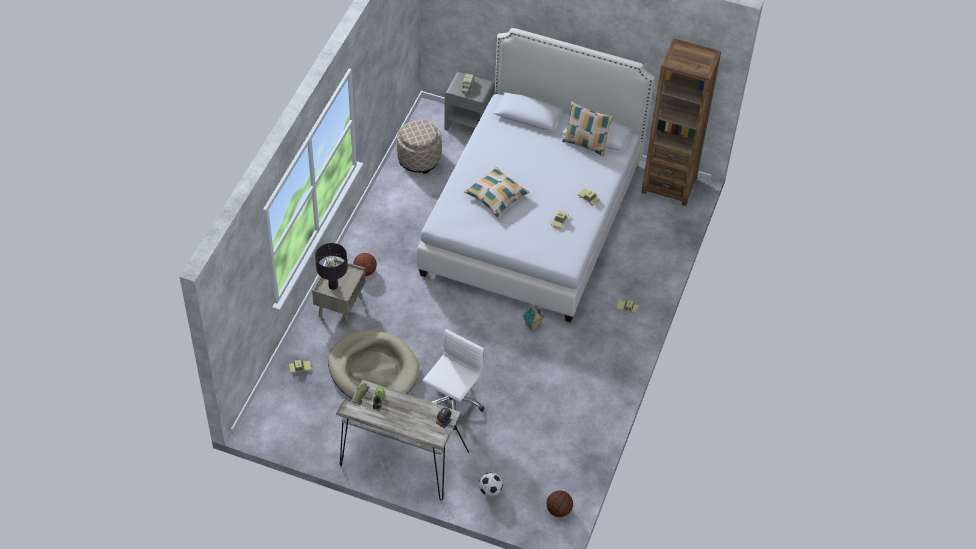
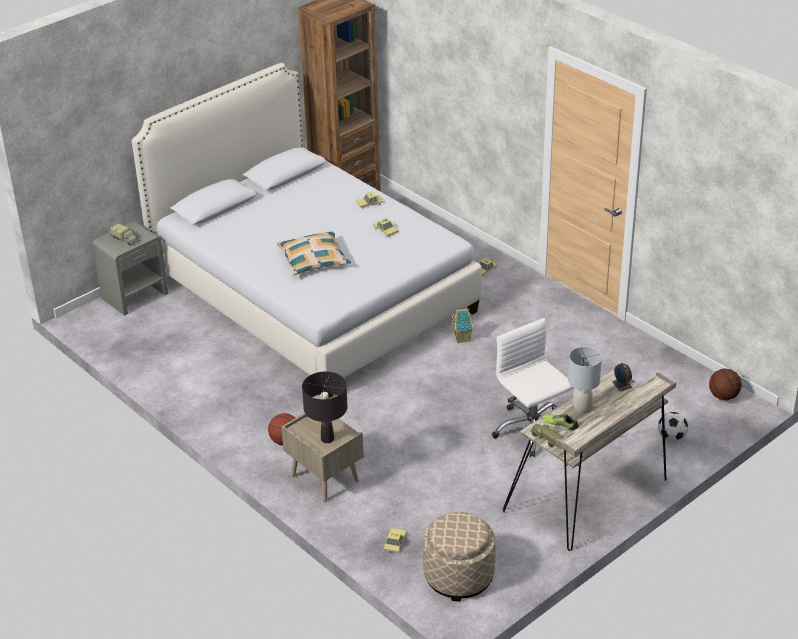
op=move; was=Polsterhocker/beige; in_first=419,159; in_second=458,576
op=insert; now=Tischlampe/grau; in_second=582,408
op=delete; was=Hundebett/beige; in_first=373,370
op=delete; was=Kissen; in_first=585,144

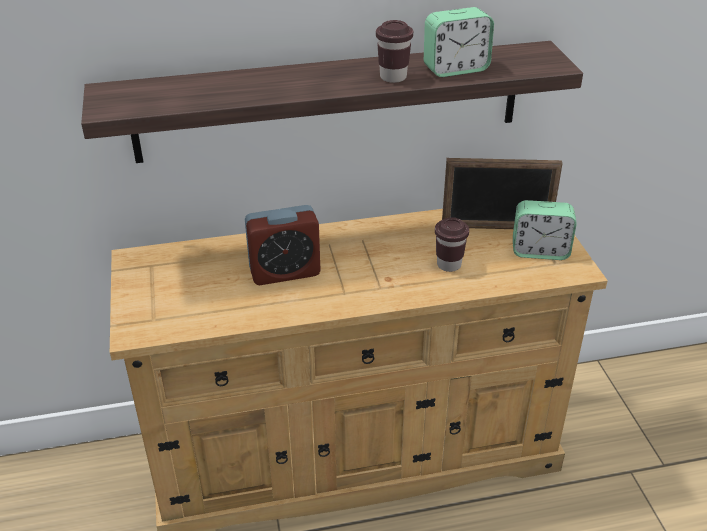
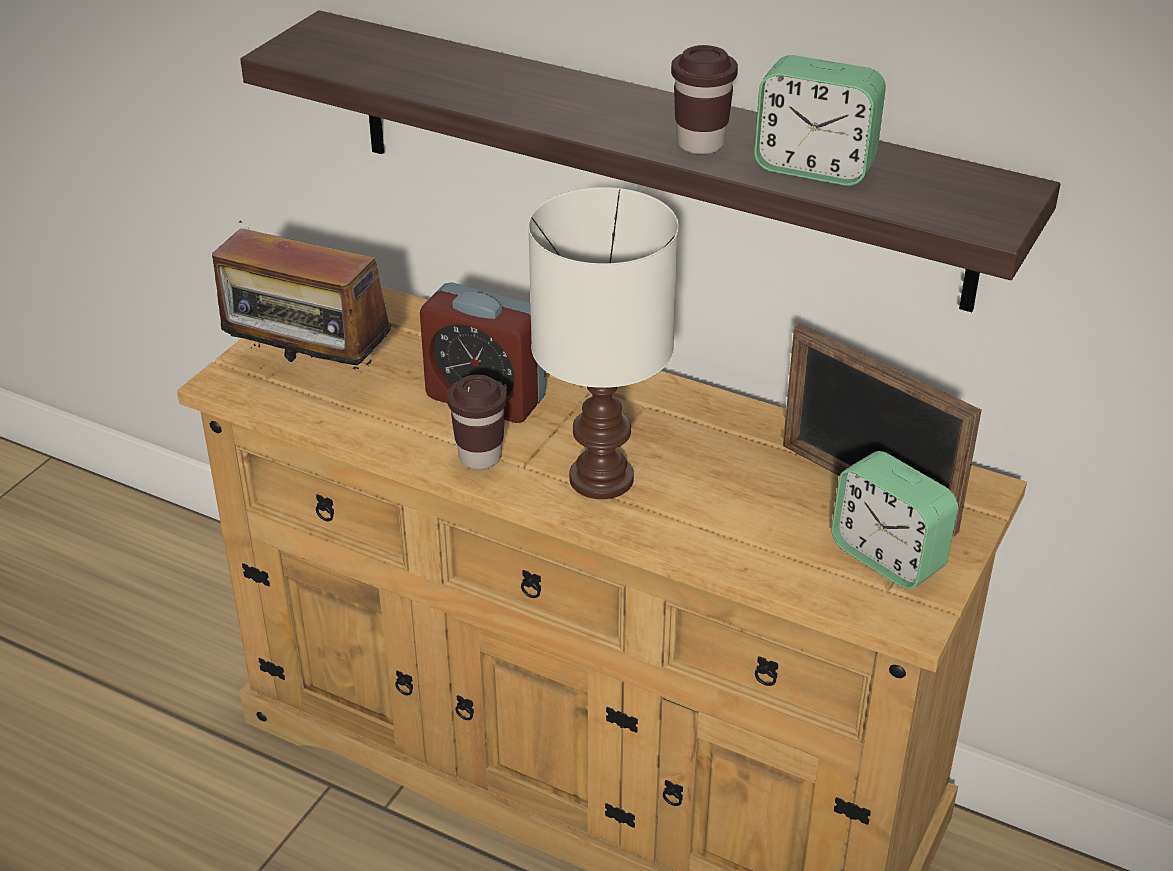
op=insert; now=Radio; in_second=309,374
op=move; was=Tasse/braun; in_first=449,265; in_second=480,457
op=insert; now=Tischlampe/weiß; in_second=599,477

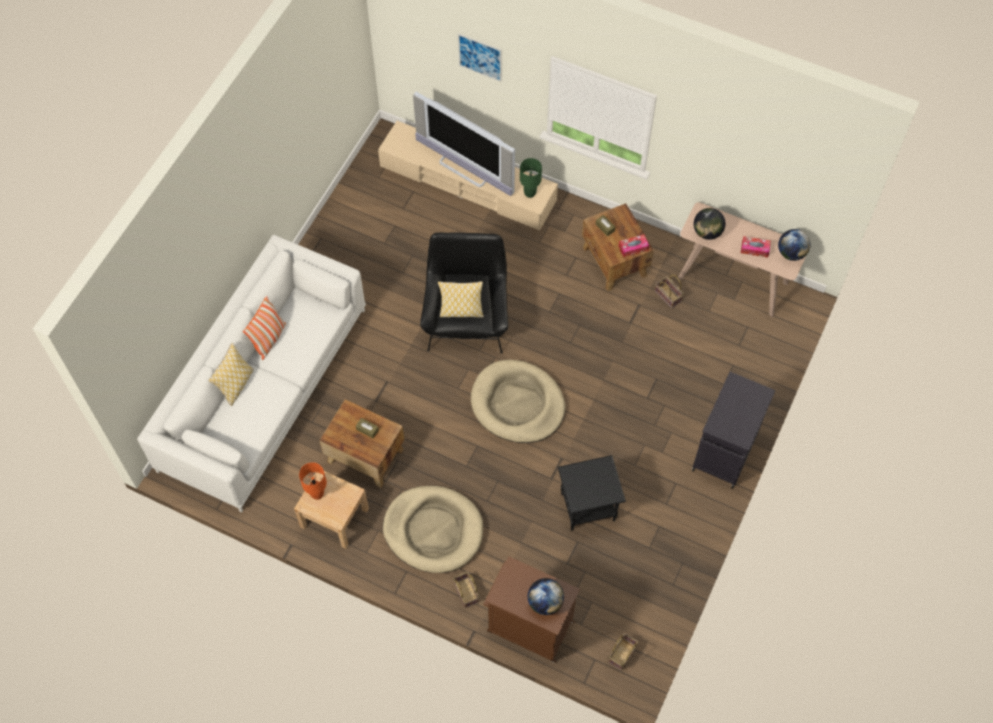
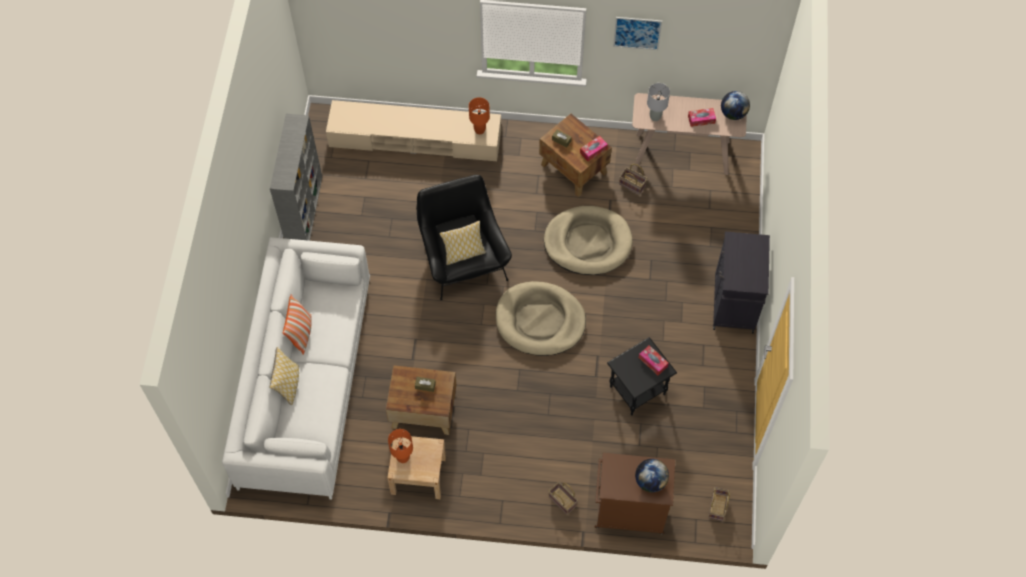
op=insert; now=Bücherregal/grau; in_second=304,210
op=recolor; was=Tischlampe/grün; now=Tischlampe/orange; in_first=530,193; in_second=480,130
op=move; was=Hundebett/beige; in_first=433,530; in_second=588,242
op=move; was=Bild; in_first=480,57; in_second=637,33
op=insert; now=Taschentuchbox; in_second=653,362
op=replace; was=Globus; now=Tischlampe/grau; in_first=707,232; in_second=655,117
op=delete; was=Fernseher; in_first=466,168

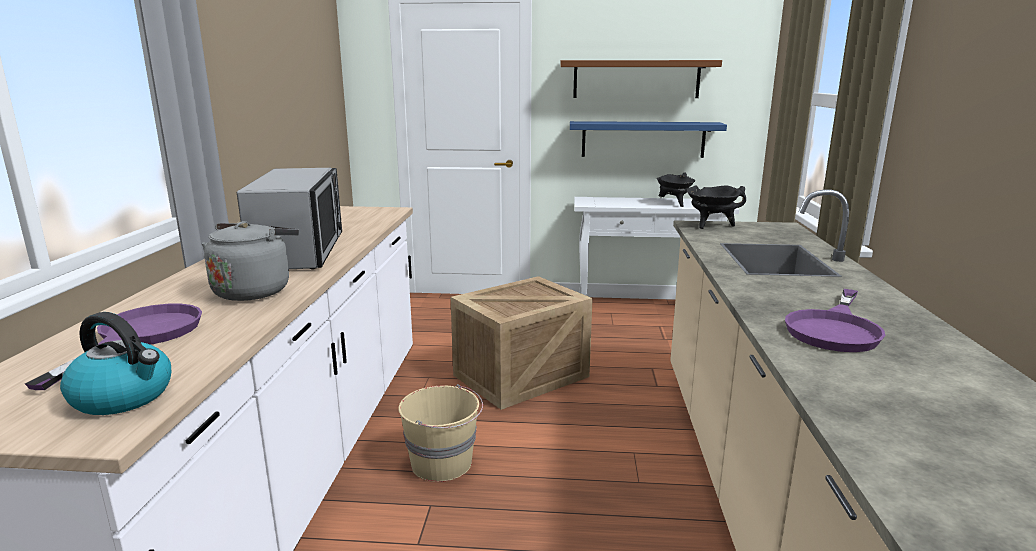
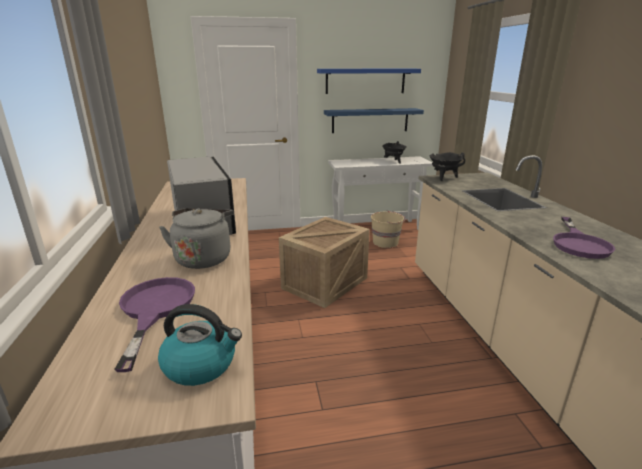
op=recolor; was=Wandregal/braun; now=Wandregal/blau; in_first=636,79; in_second=365,81
op=move; was=Eimer/beige; in_first=443,463; in_second=386,242

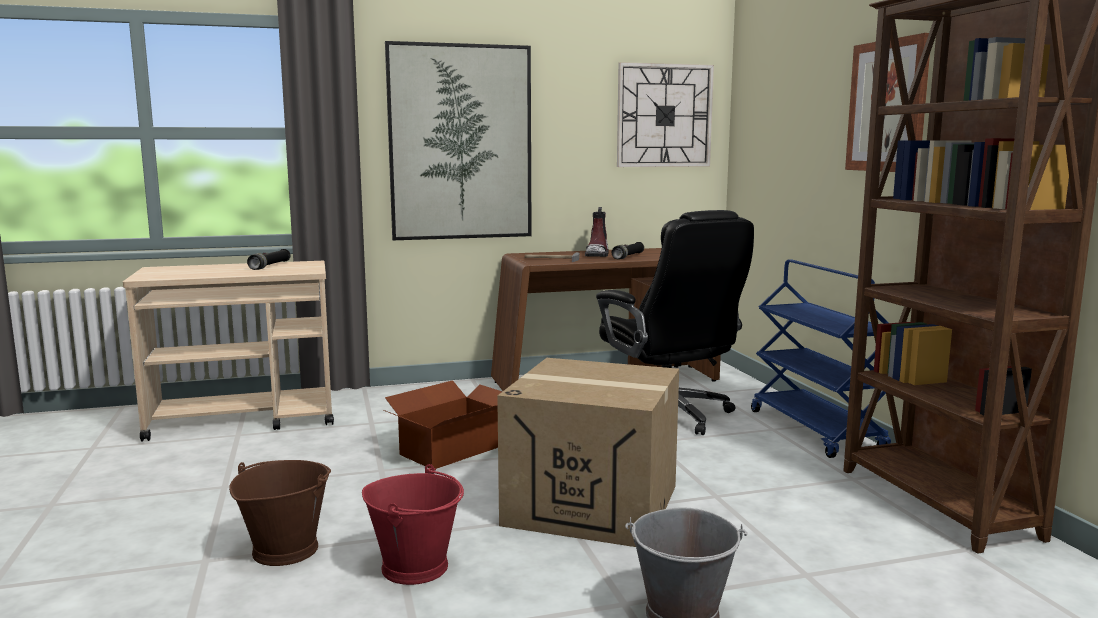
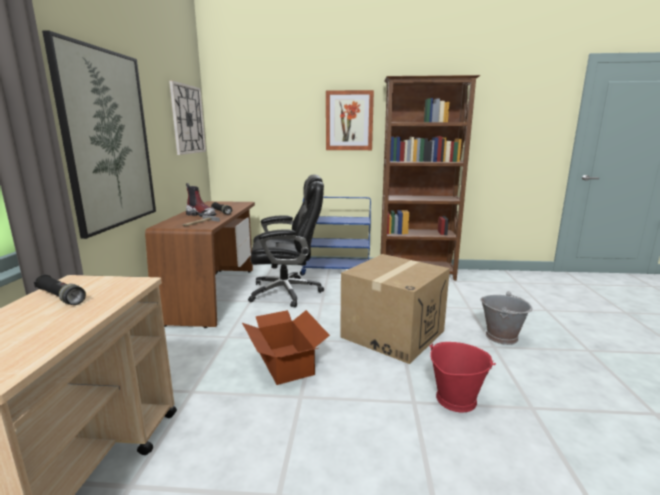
op=delete; was=Eimer/braun; in_first=285,549

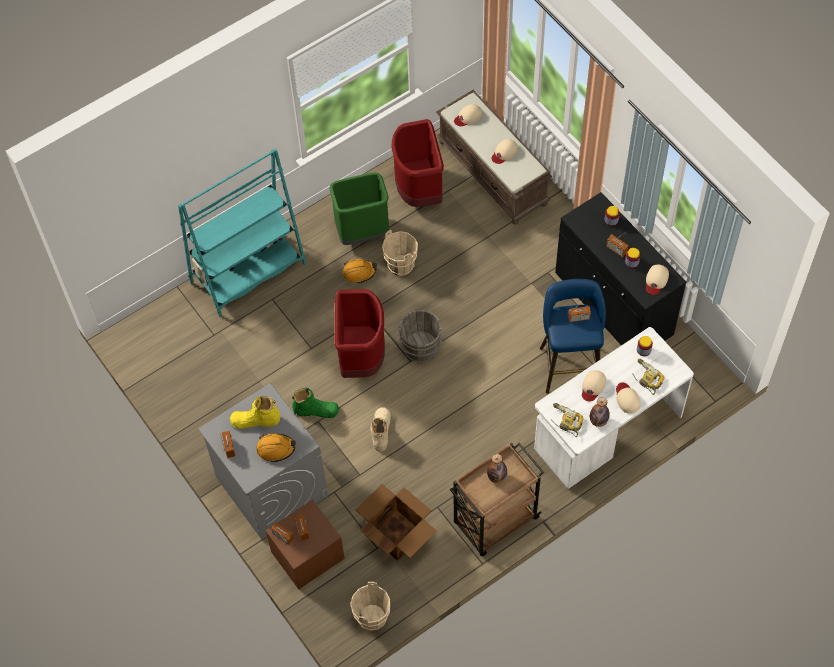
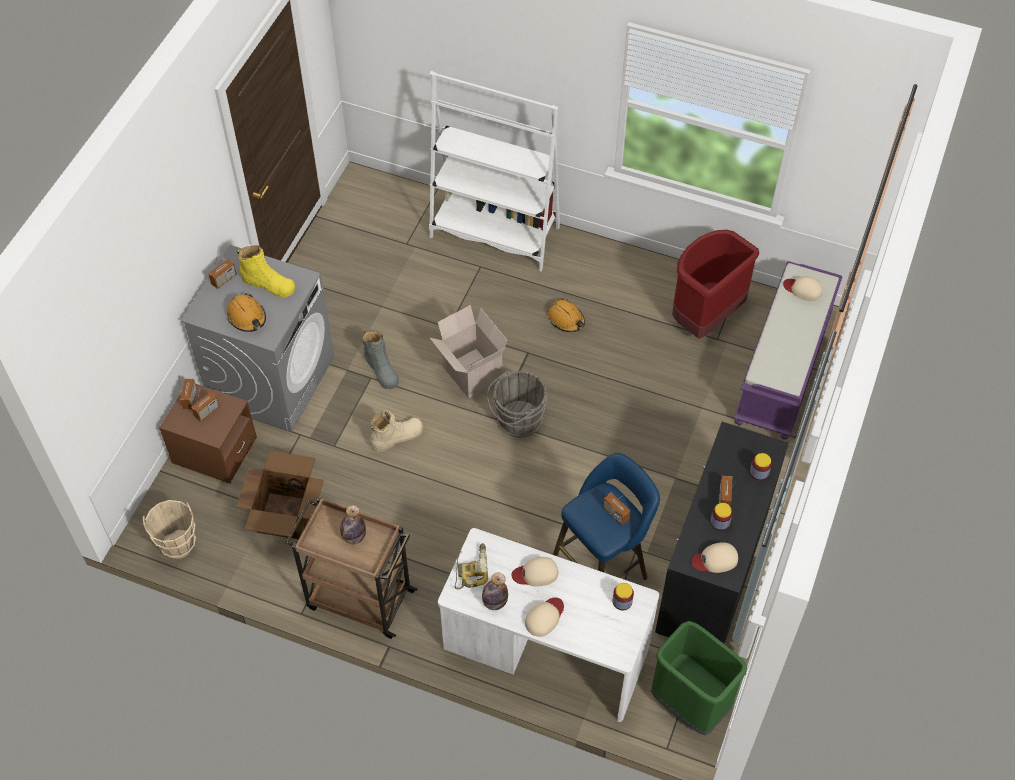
op=rotate; was=Stiefel/gelb; in_first=255,420; in_second=268,284; clockwise=150
op=recolor; was=Stiefel/grün; now=Stiefel/grau; in_first=316,410; in_second=381,369
op=recolor; was=Bücherregal/türkis; now=Bücherregal/weiß; in_first=248,273; in_second=495,232
op=replace; was=Mülleimer/rot; now=Karton; in_first=361,356; in_second=470,373
op=move; was=Mülleimer/grün; in_first=362,233; in_second=689,703
op=recolor; was=Bank/braun; now=Bank/lila; in_first=493,173; in_second=783,370
op=delete; was=Eimer/beige; in_first=401,265
op=delete; was=Kappe/beige; in_first=504,152
op=delete; was=Bohrmaschine; in_first=646,378

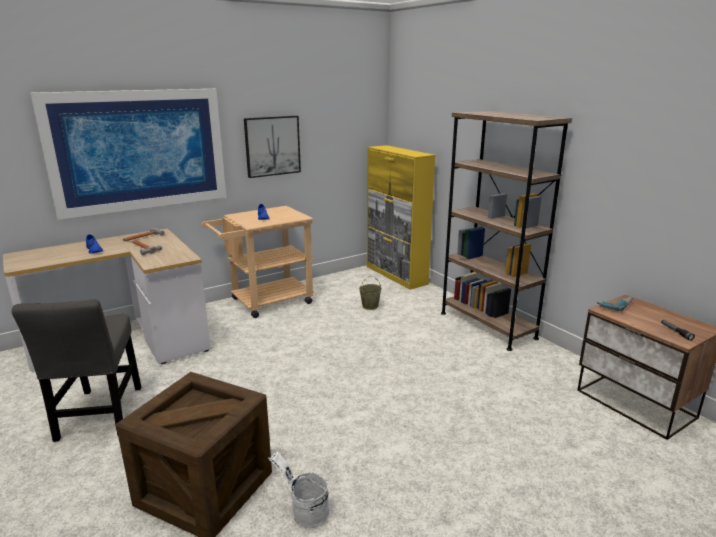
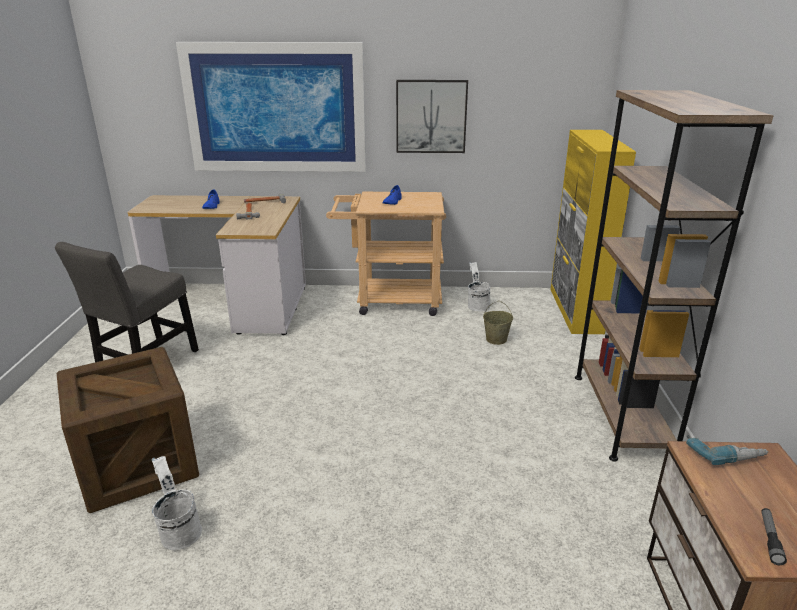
op=insert; now=Eimer/weiß; in_second=477,305

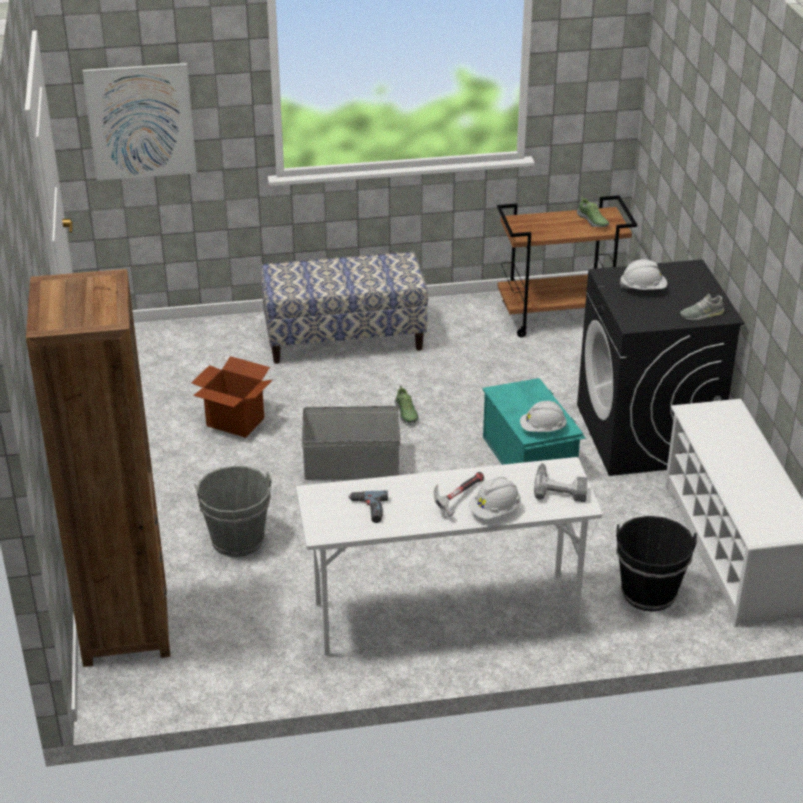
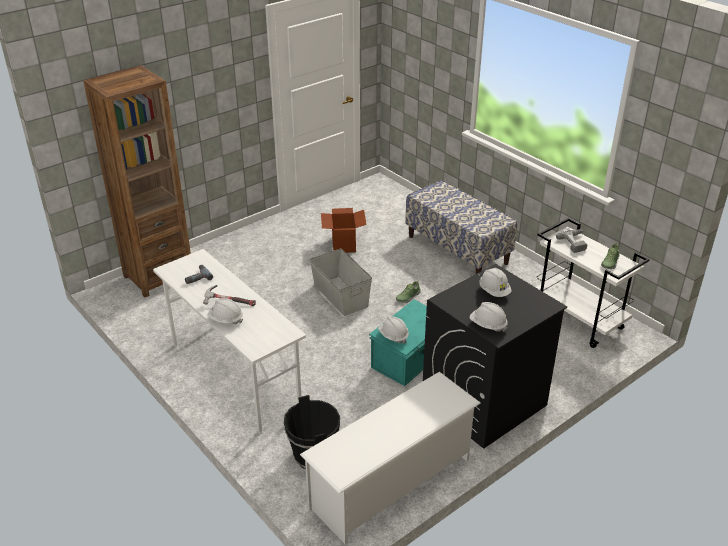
op=replace; was=Schuh/grau; now=Schutzhelm/weiß; in_first=701,314; in_second=488,325
op=recolor; was=Rollwagen/braun; now=Rollwagen/weiß; in_first=559,316; in_second=579,320
op=move; was=Bohrmaschine; in_first=560,487; in_second=576,243
op=delete; was=Bild; in_first=141,122
op=delete; was=Eimer/grau; in_first=237,540

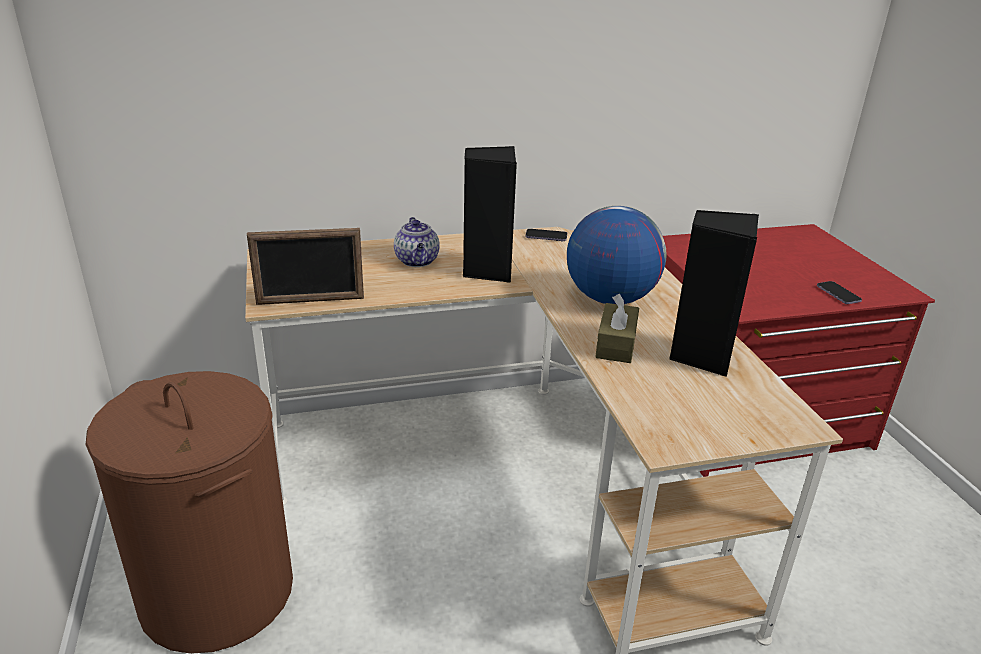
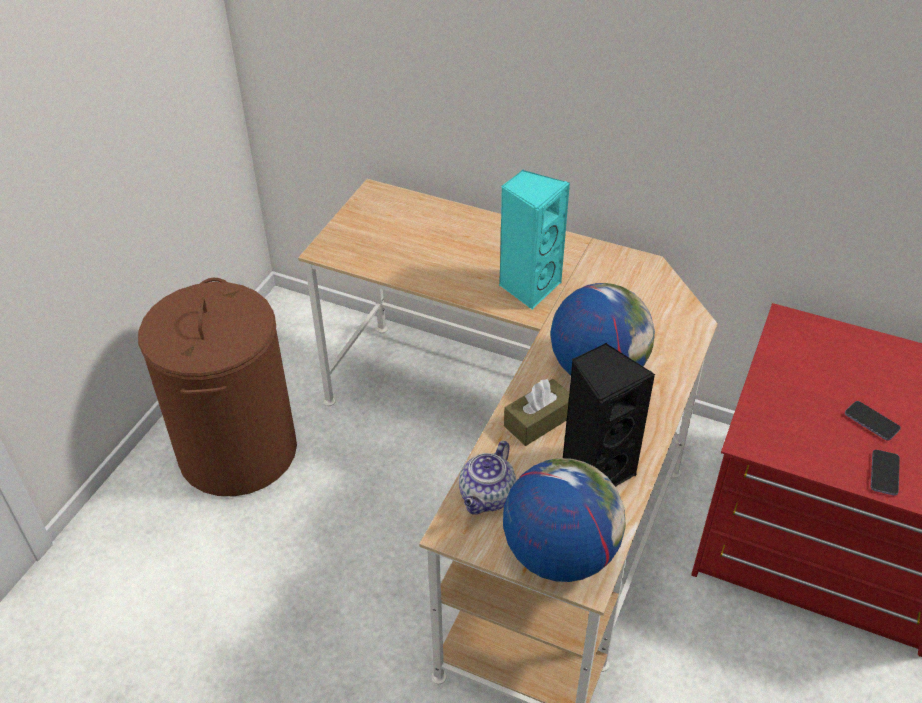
op=move; was=Teekanne; in_first=417,261; in_second=487,497
op=recolor; was=Lautsprecher/schwarz; now=Lautsprecher/türkis; in_first=487,270; in_second=528,286
op=insert; now=Globus; in_second=559,553
op=move; was=Handy; in_first=546,236; in_second=871,422
op=delete; was=Bilderrahmen; in_first=310,301

